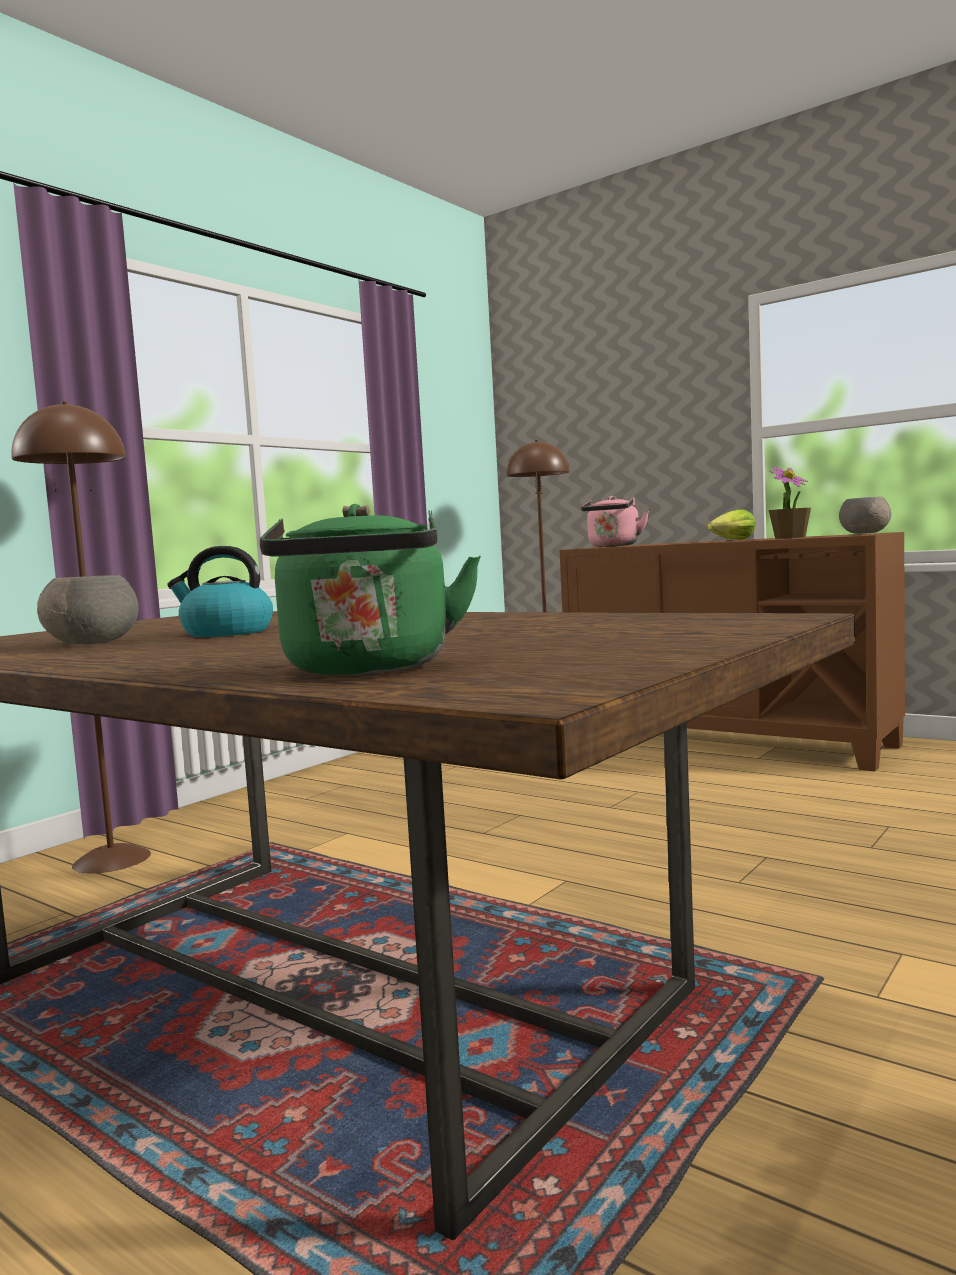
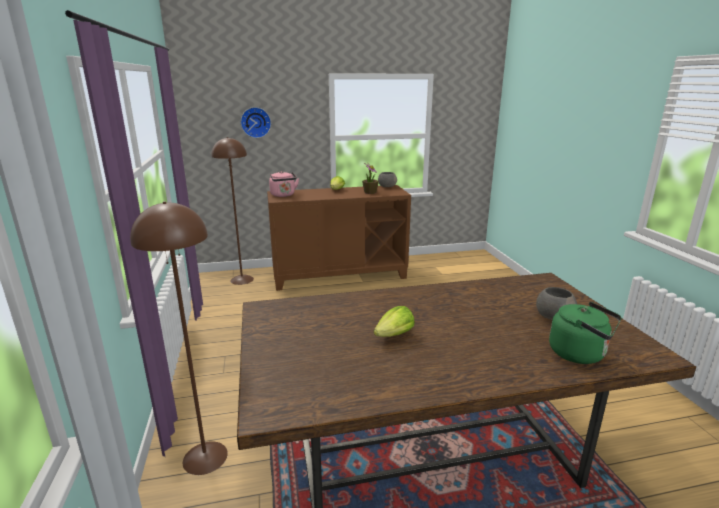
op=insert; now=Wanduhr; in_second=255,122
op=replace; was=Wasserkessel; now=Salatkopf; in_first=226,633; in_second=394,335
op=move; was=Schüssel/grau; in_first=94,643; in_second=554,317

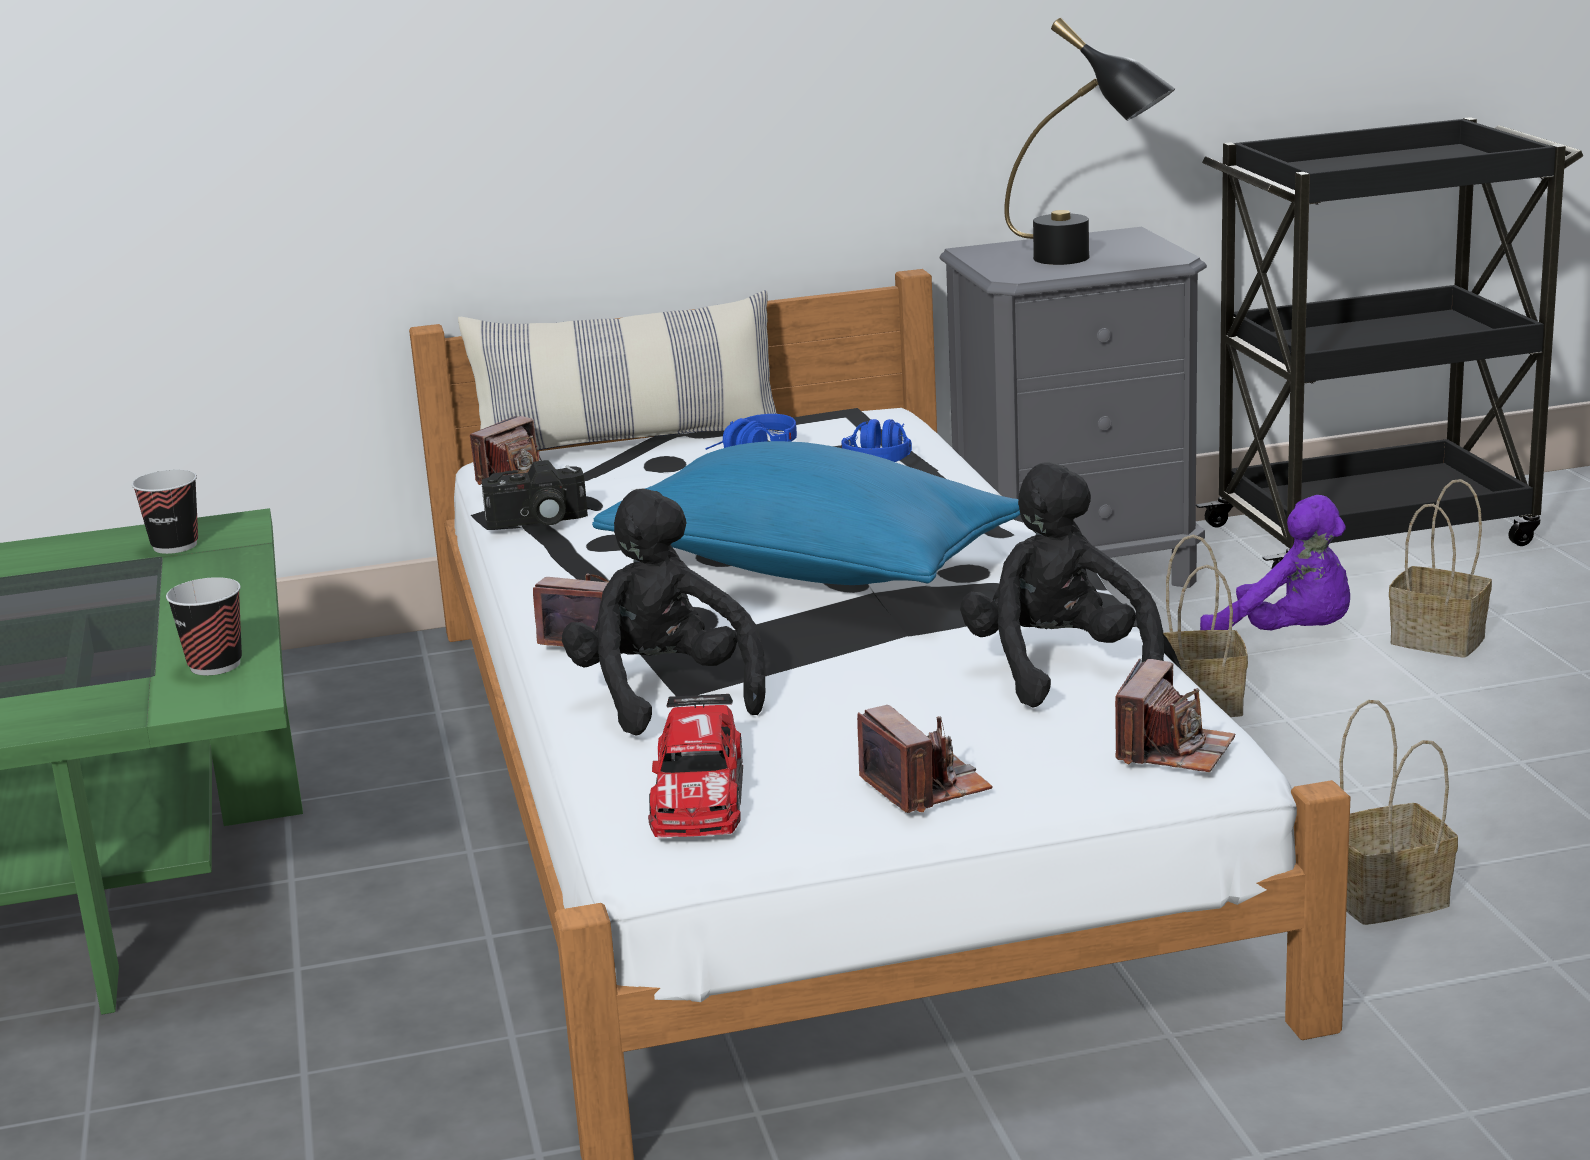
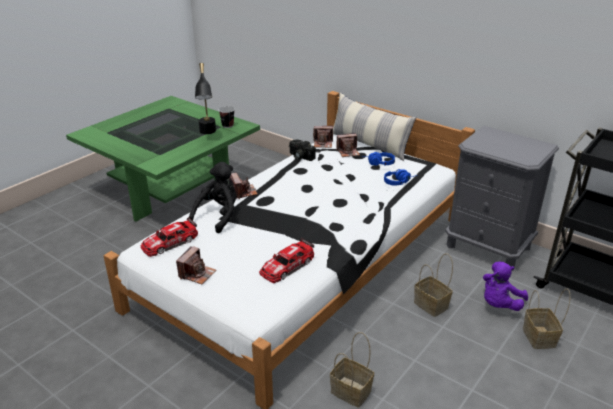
op=move; was=Tischlampe/schwarz; in_first=1087,260; in_second=207,134
op=replace; was=Plüschtier/schwarz; now=Spielzeugauto; in_first=1059,669; in_second=287,266
op=move; was=Kamera; in_first=1173,750; in_second=348,152
op=rotate; was=Plüschtier/lila; in_first=1289,637; in_second=499,305; clockwise=45
op=delete; was=Tasse; in_first=215,665
op=delete; was=Kissen/blau; in_first=811,569

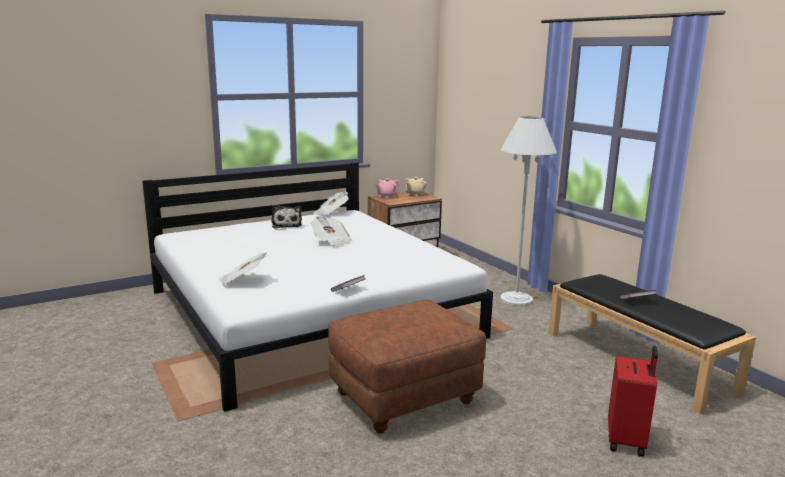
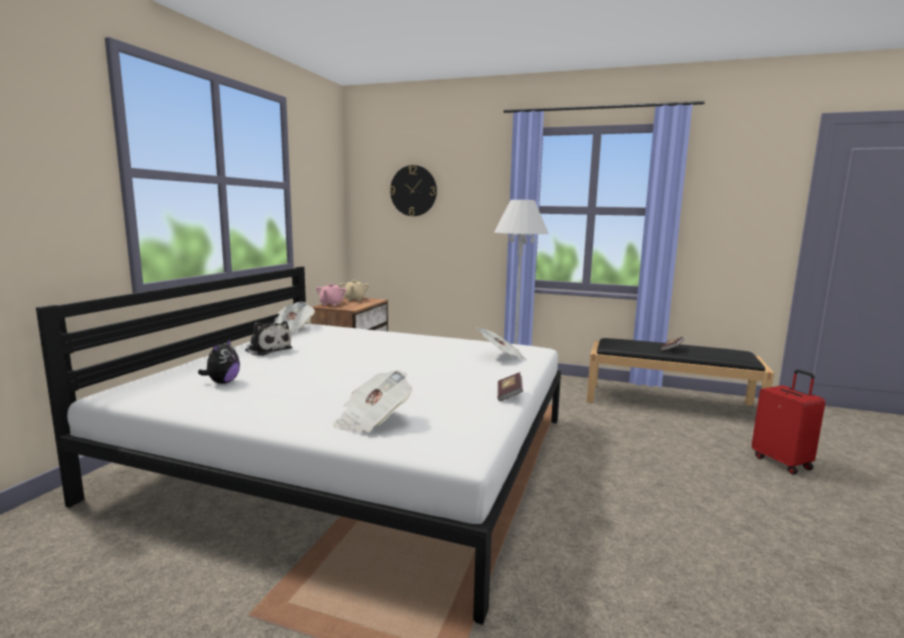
op=insert; now=Plüschtier; in_second=222,382
op=insert; now=Wanduhr; in_second=413,191
op=move; was=Zeitung; in_first=331,242; in_second=501,357
op=delete; was=Polsterhocker/braun; in_first=404,397

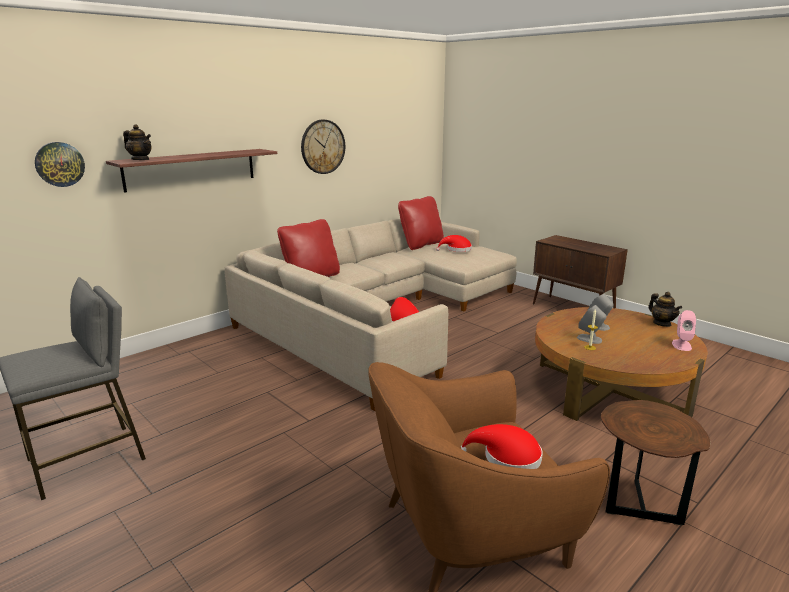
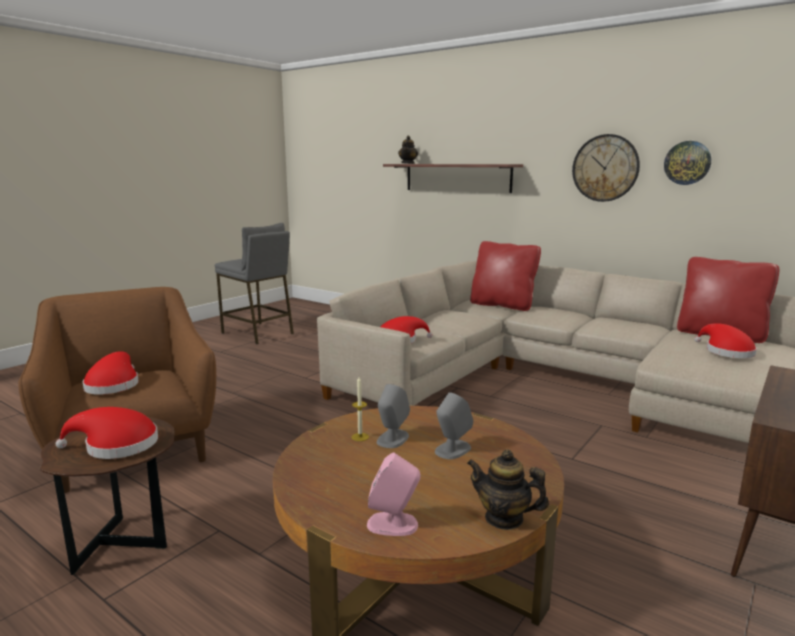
op=insert; now=Hut/rot; in_second=116,446
op=rotate; was=Teekanne; in_first=662,323; in_second=504,518; clockwise=60
op=move; was=Wanduhr; in_first=59,164; in_second=687,163

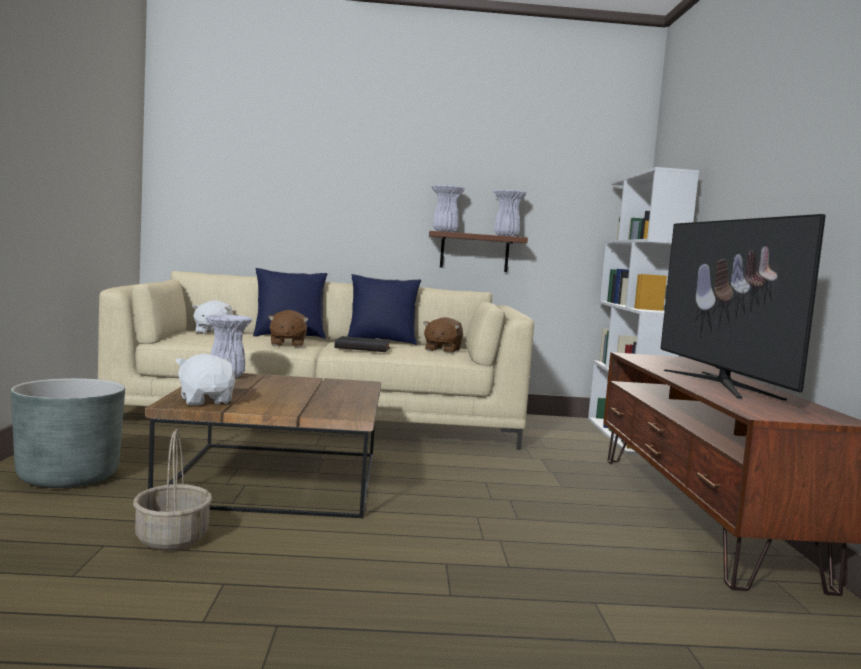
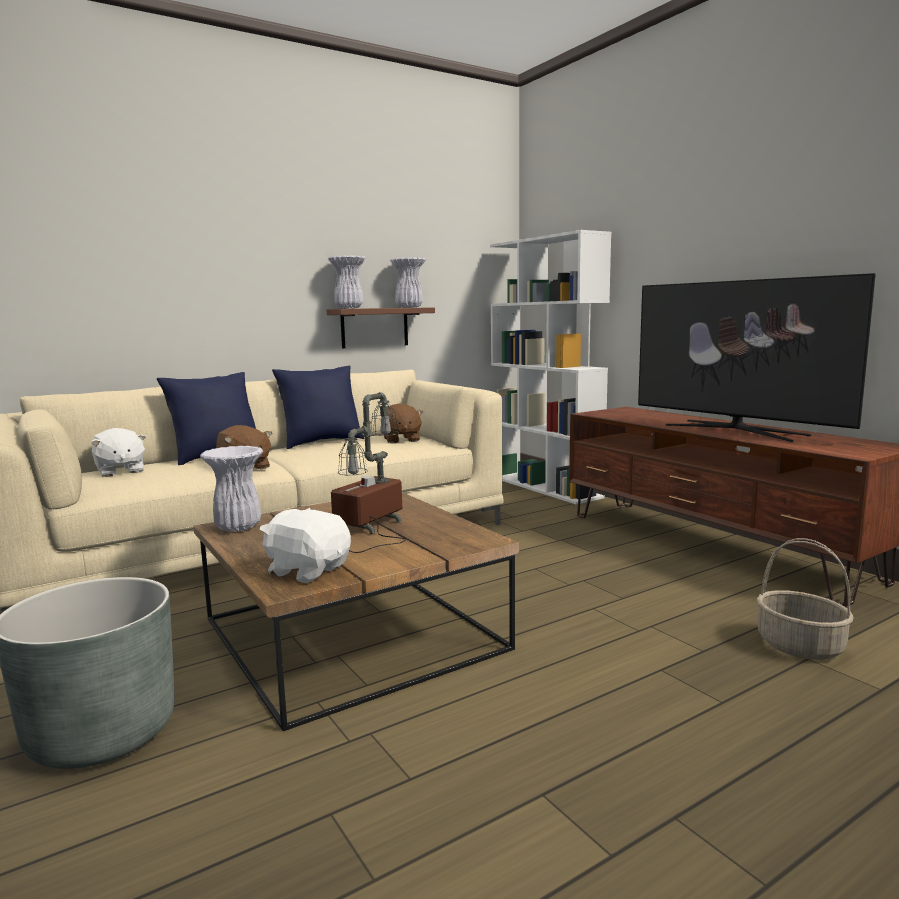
op=insert; now=Tischlampe; in_second=367,528
op=move; was=Korb; in_first=172,539; in_second=801,646
op=delete; was=Buch/schwarz; in_first=363,348

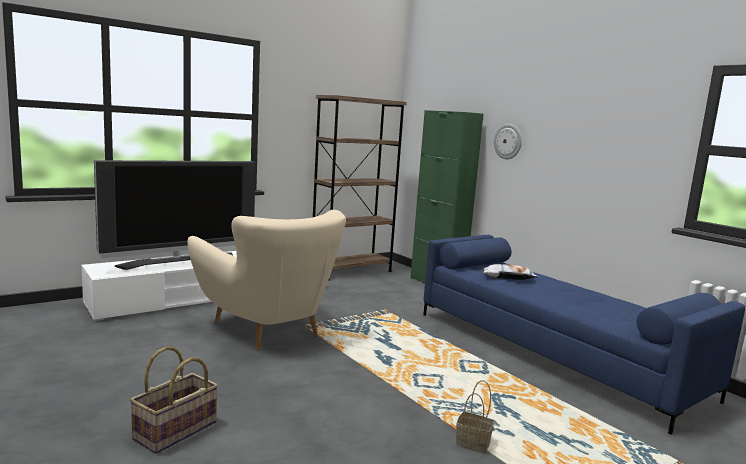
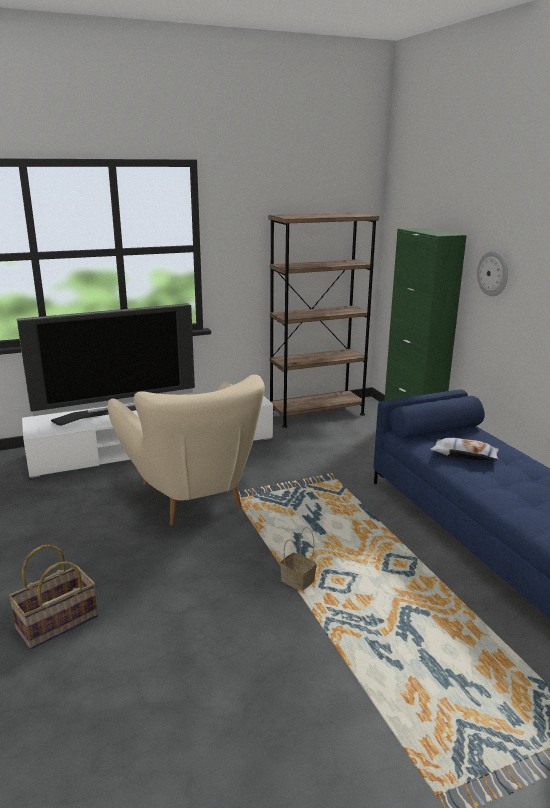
op=move; was=Korb; in_first=474,443; in_second=299,581

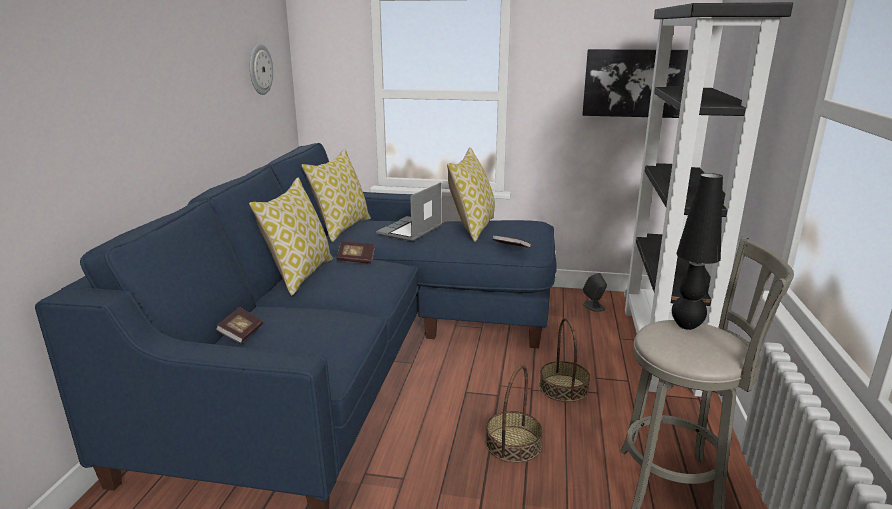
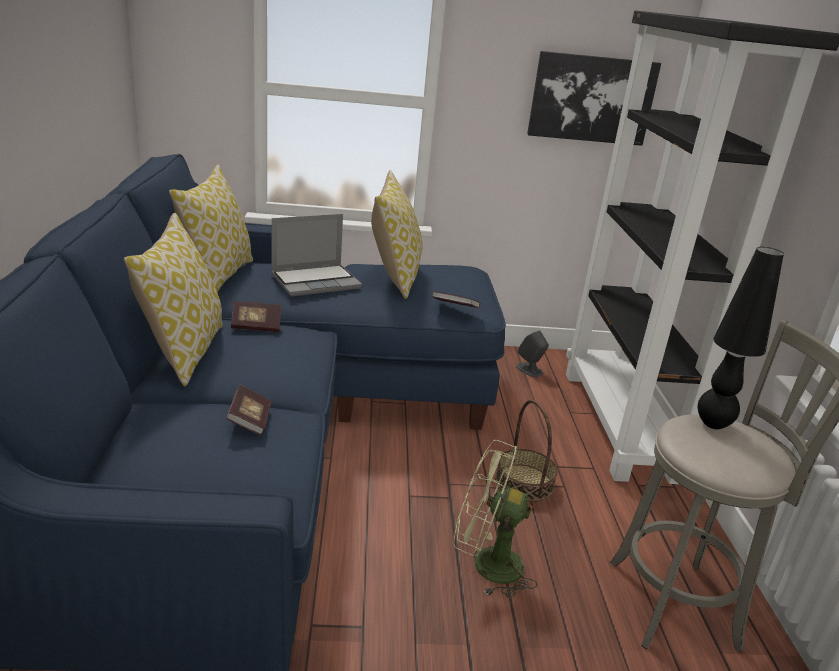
op=move; was=Buch; in_first=241,334; in_second=250,421
op=rotate; was=Laptop; in_first=410,231; in_second=316,281; clockwise=-135
op=replace; was=Korb; now=Ventilator/grün; in_first=513,444; in_second=486,564
op=delete; was=Wanduhr; in_first=260,69

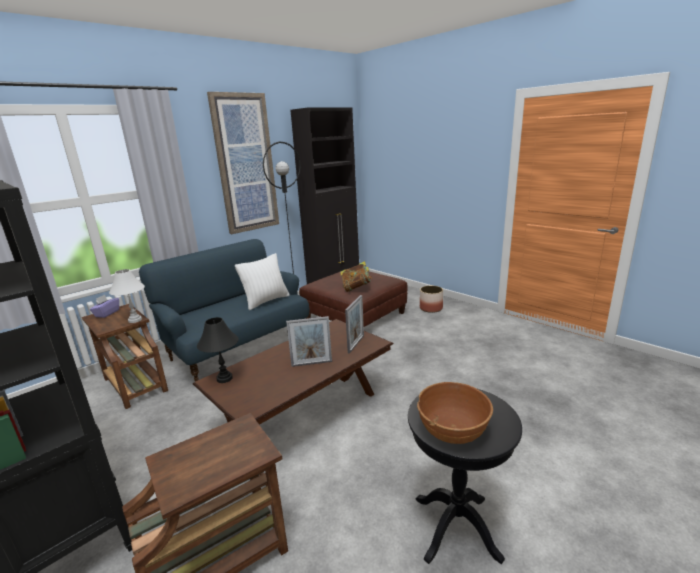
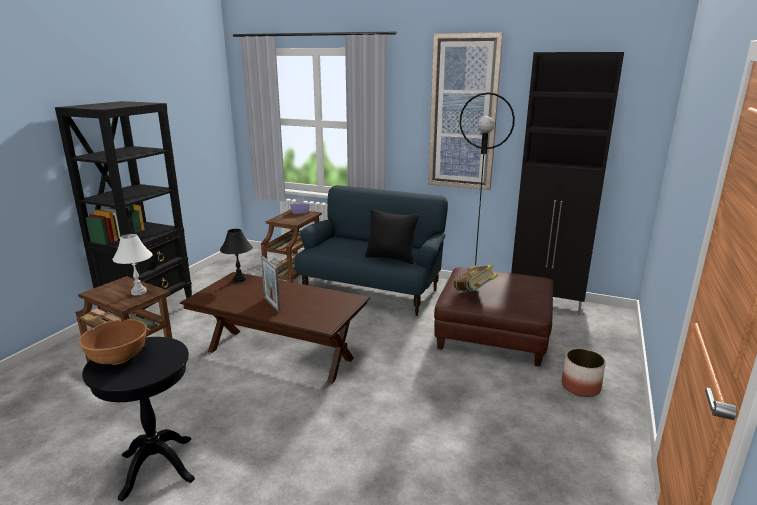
op=move; was=Tischlampe/weiß; in_first=135,320; in_second=139,292
op=recolor; was=Kissen/weiß; now=Kissen/schwarz; in_first=266,301; in_second=391,258
op=delete; was=Bilderrahmen; in_first=356,344

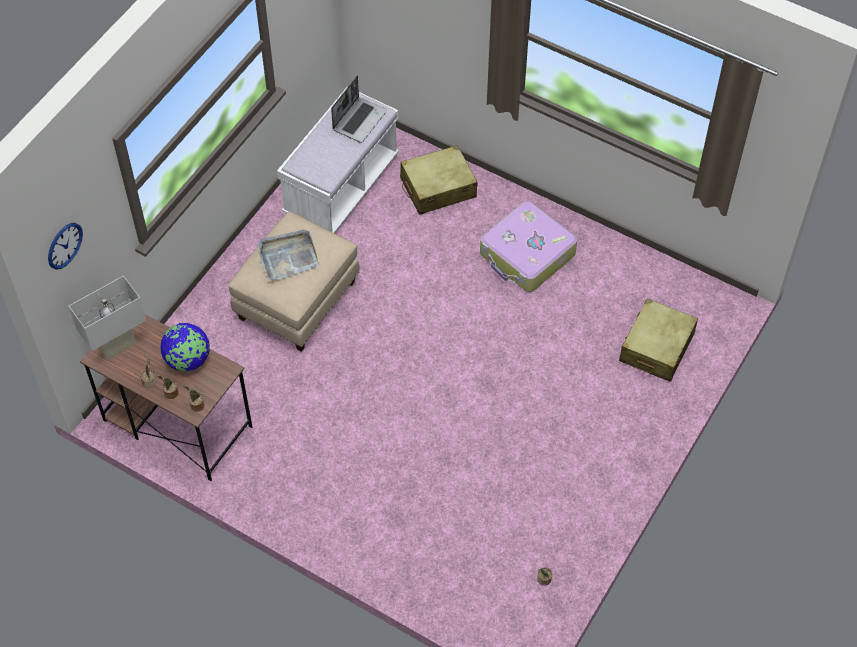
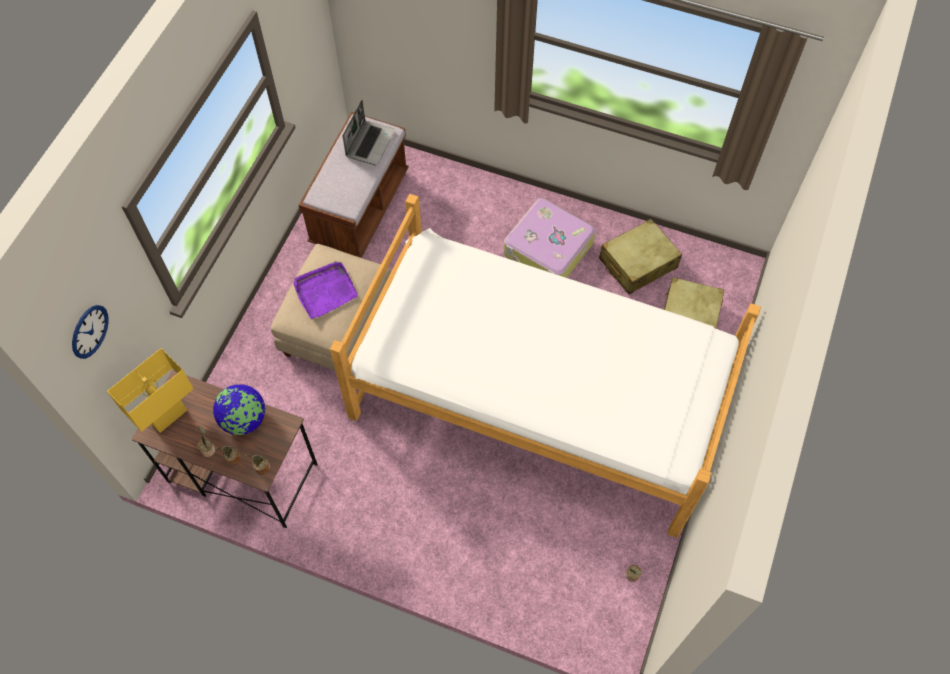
op=recolor; was=Tischlampe/weiß; now=Tischlampe/gelb; in_first=117,346; in_second=168,416
op=recolor; was=Tablett/grau; now=Tablett/lila; in_first=288,257; in_second=325,291
op=recolor; was=Bank/weiß; now=Bank/braun; in_first=341,186; in_second=359,208
op=insert; now=Bett; in_second=538,399
op=move; was=Koffer/beige; in_first=437,188; in_second=637,263

